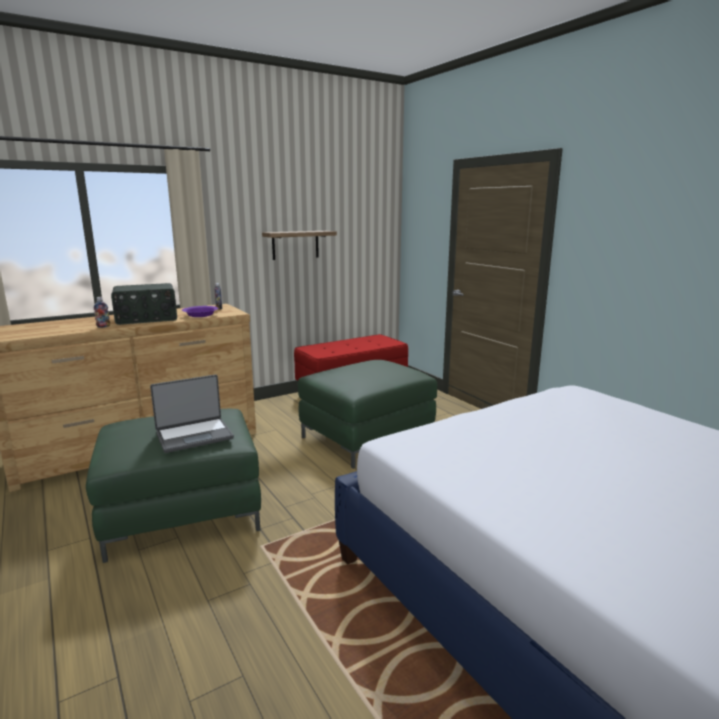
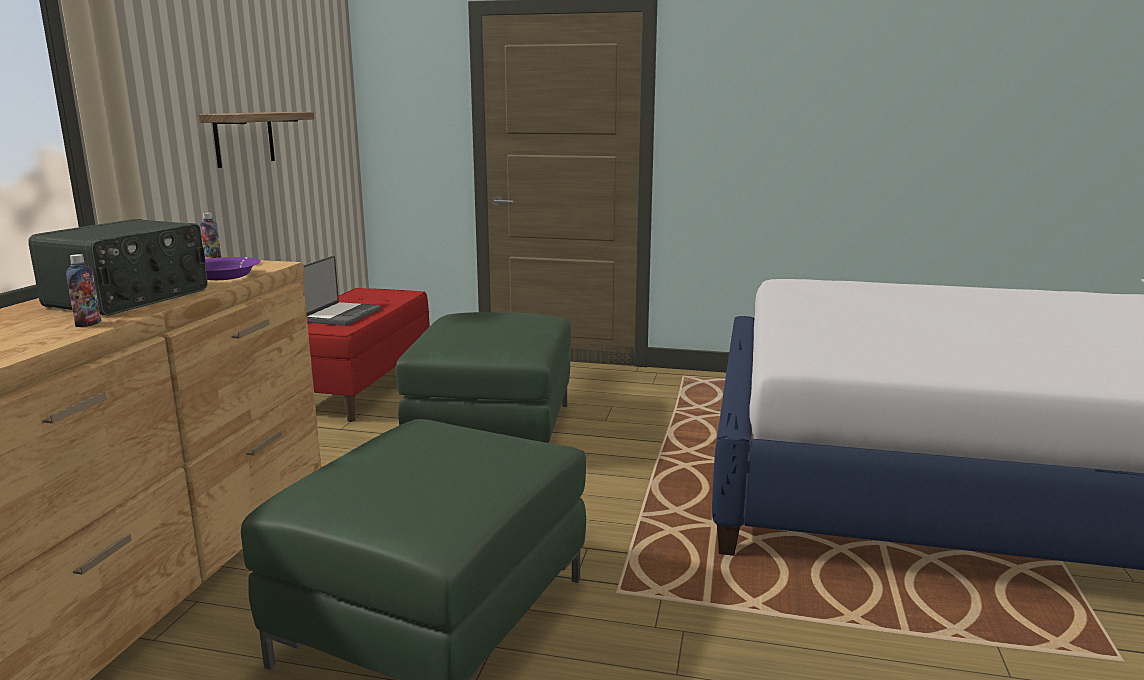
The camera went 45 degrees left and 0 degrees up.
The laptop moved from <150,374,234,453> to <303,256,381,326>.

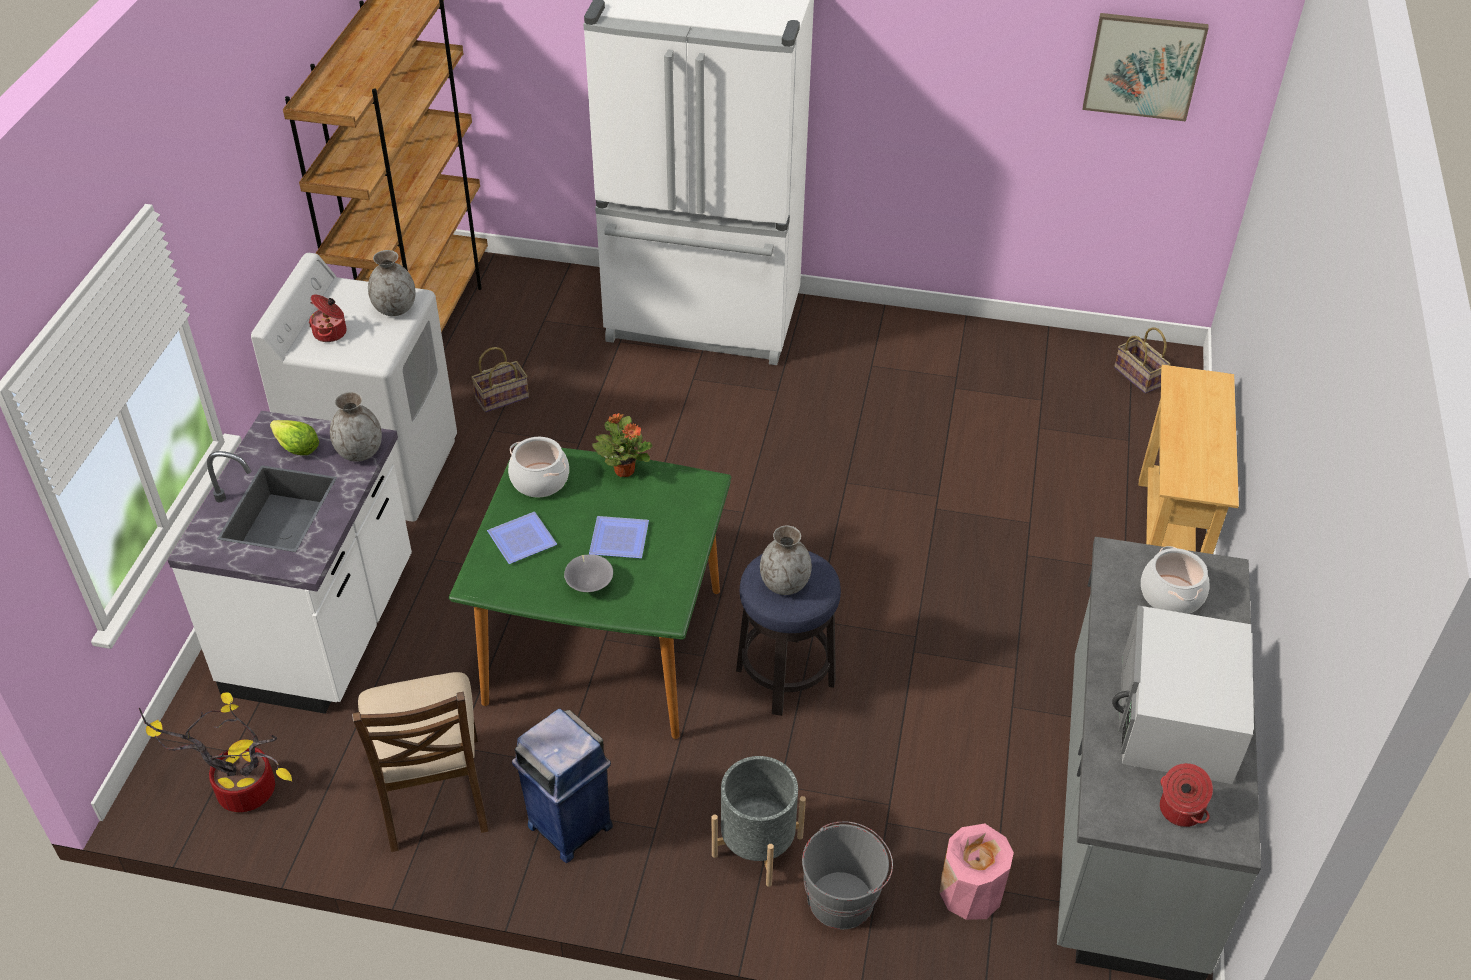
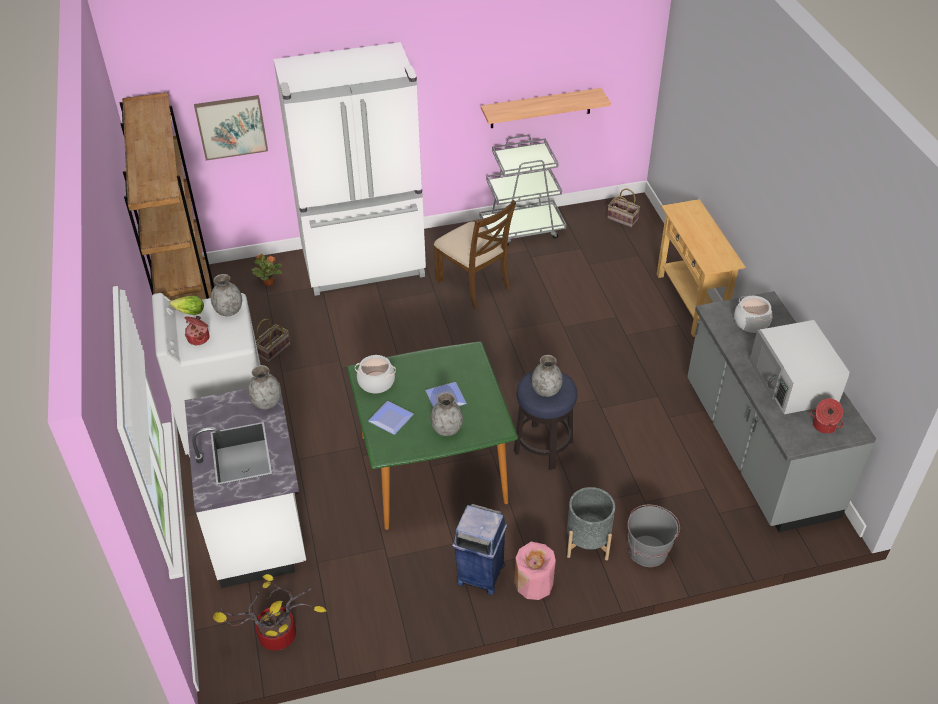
The camera went 25 degrees left and 0 degrees up.
The cart (grey) at <480,135,566,246> appeared.
The shelf at <481,88,611,128> appeared.
The lettuce moved from <270,420,319,455> to <169,296,204,315>.
The chair (brown) moved from <352,672,489,852> to <434,200,516,309>.
The potted plant moved from <592,413,653,477> to <251,254,282,286>.
The vase (pink) moved from <939,824,1014,920> to <514,542,556,600>.
The picture moved from <1082,13,1209,122> to <194,95,268,160>.
The bowl (grey) at <564,554,613,592> was replaced by the vase (grey) at <430,392,463,436>.

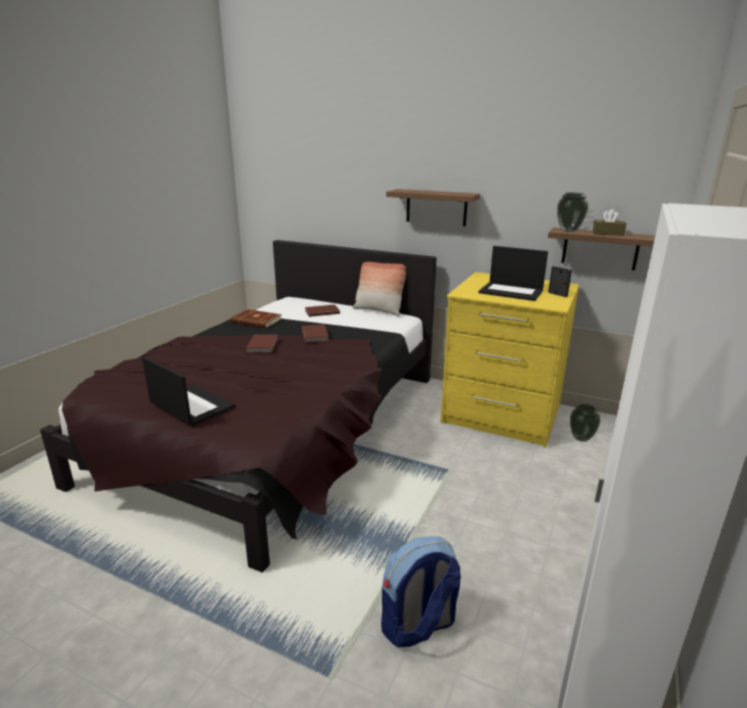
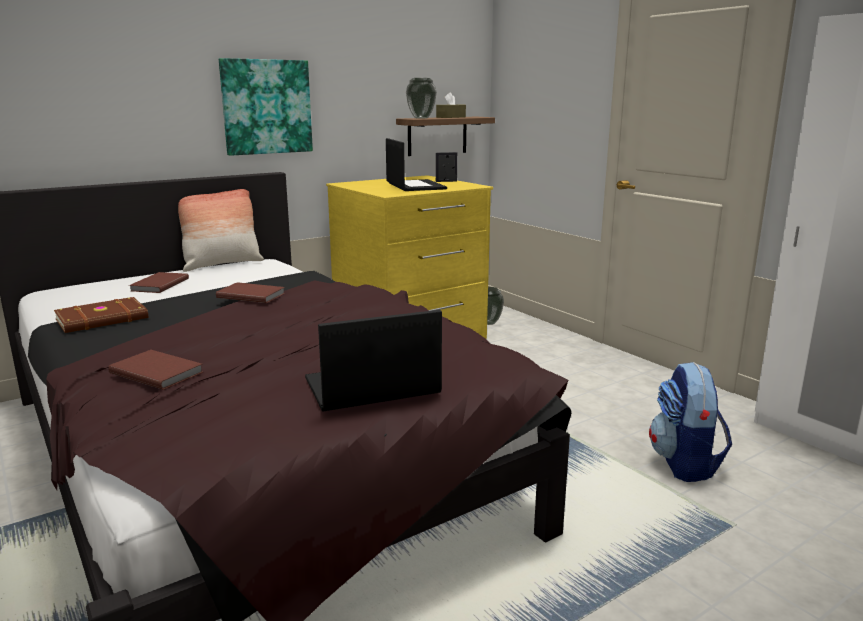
The camera went 60 degrees left and 5 degrees down.
The book (brown) moved from <245,334,278,353> to <108,350,203,390>.
The shelf at <386,189,480,226> was replaced by the picture at <219,58,313,156>.
The laptop at <478,246,548,301> turned 75 degrees counterclockwise.

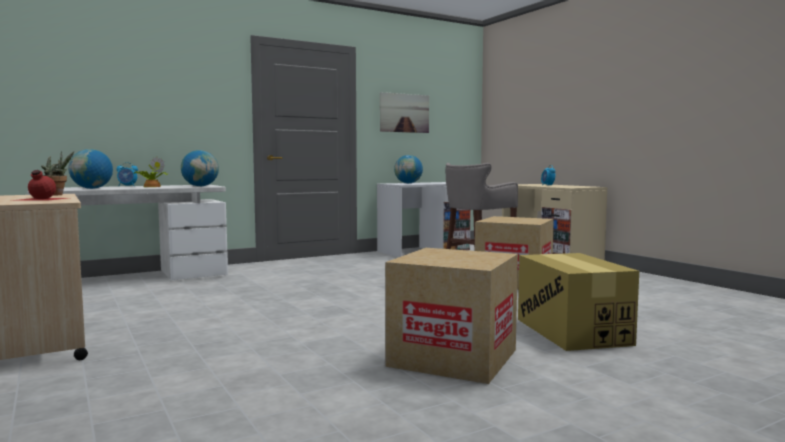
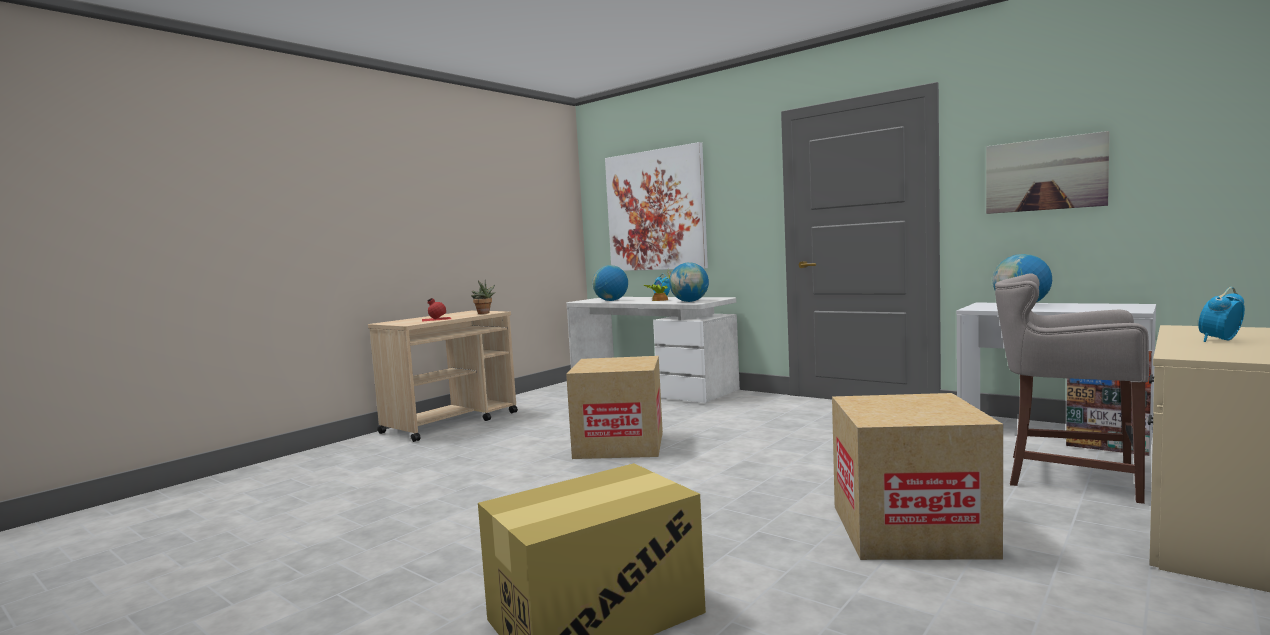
The camera went 70 degrees right and 0 degrees up.
The picture at <605,142,708,271> appeared.
The cardboard box moved from <385,248,518,384> to <566,356,663,459>.

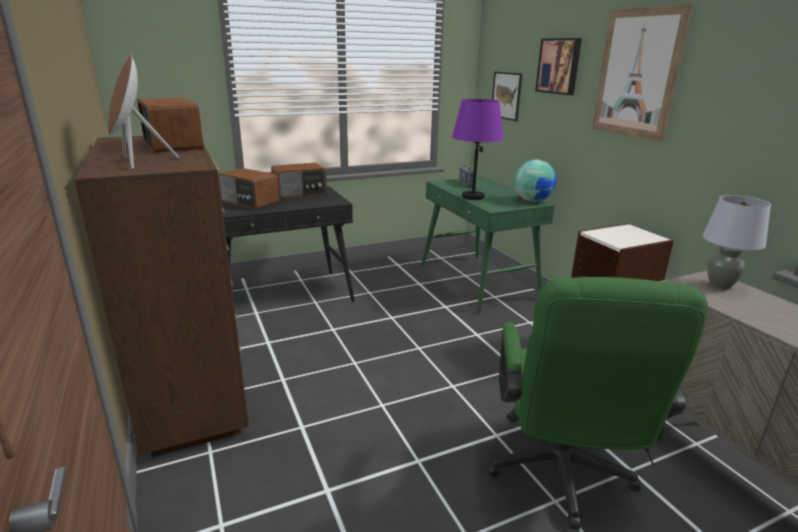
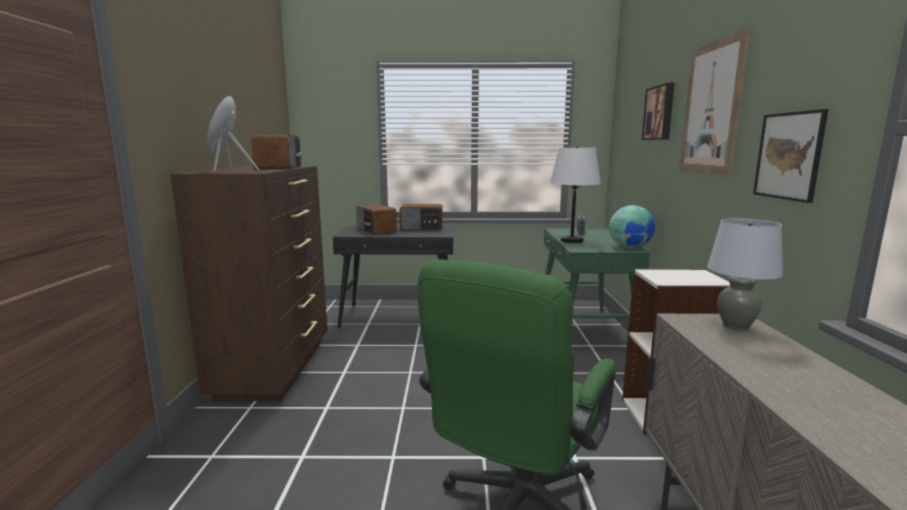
The camera went 25 degrees right and 10 degrees down.
The picture moved from <492,72,522,121> to <753,109,828,203>.
The table lamp (purple) at <452,99,503,200> became the table lamp (white) at <550,146,601,243>.

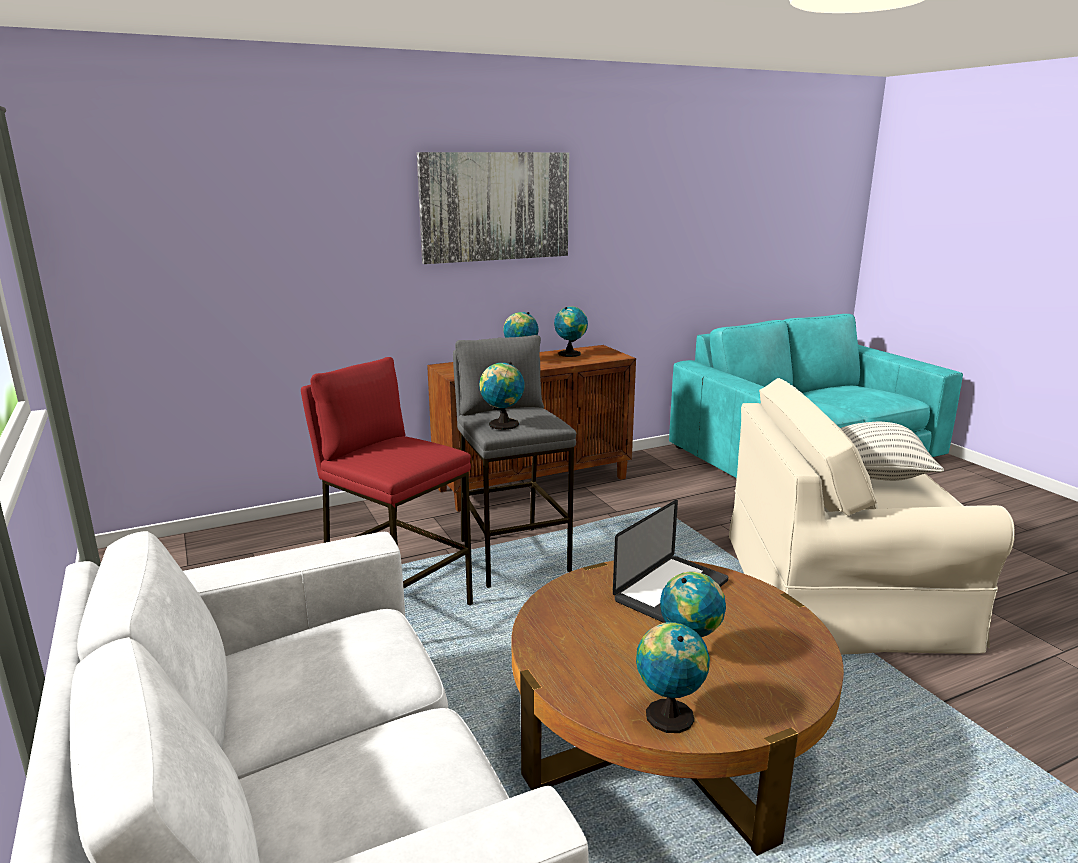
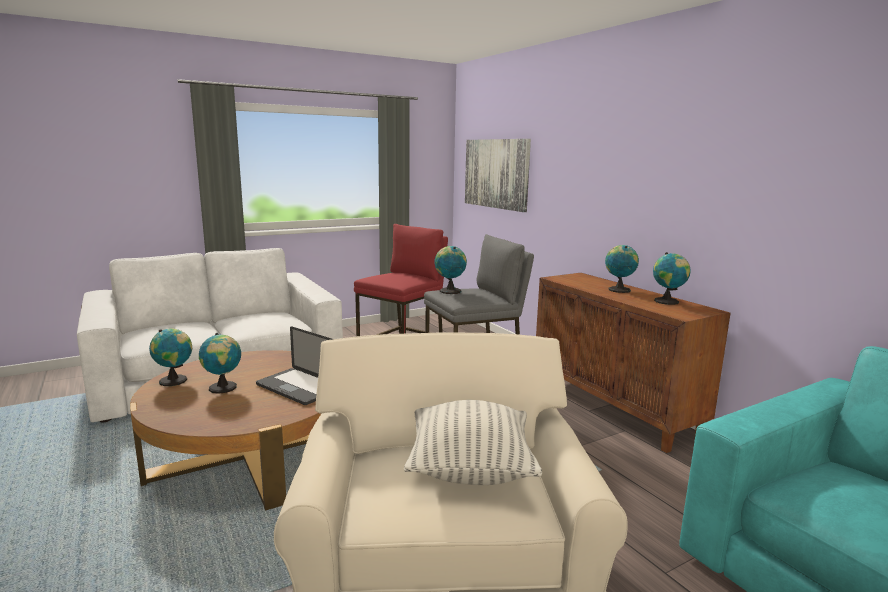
The camera went 85 degrees right and 5 degrees down.
The picture moved from <417,152,569,264> to <465,139,531,212>.

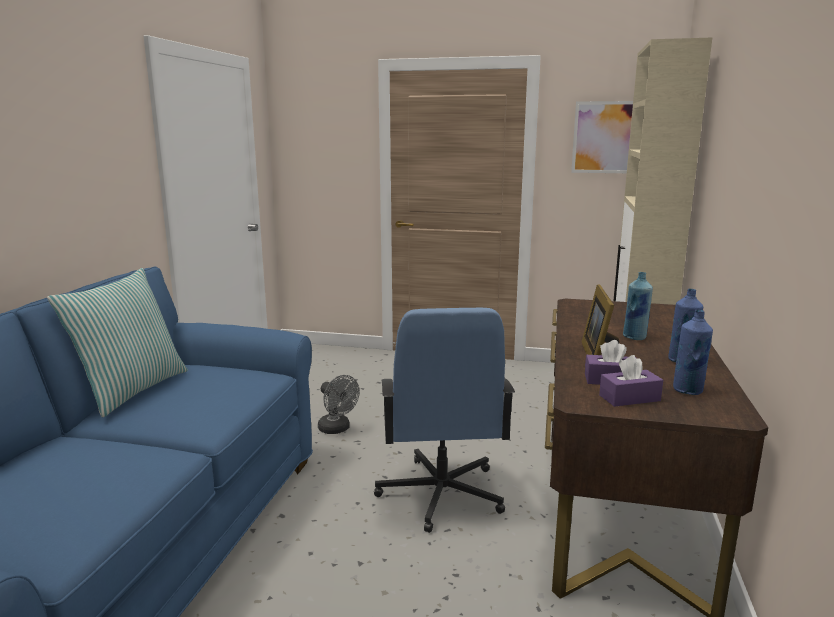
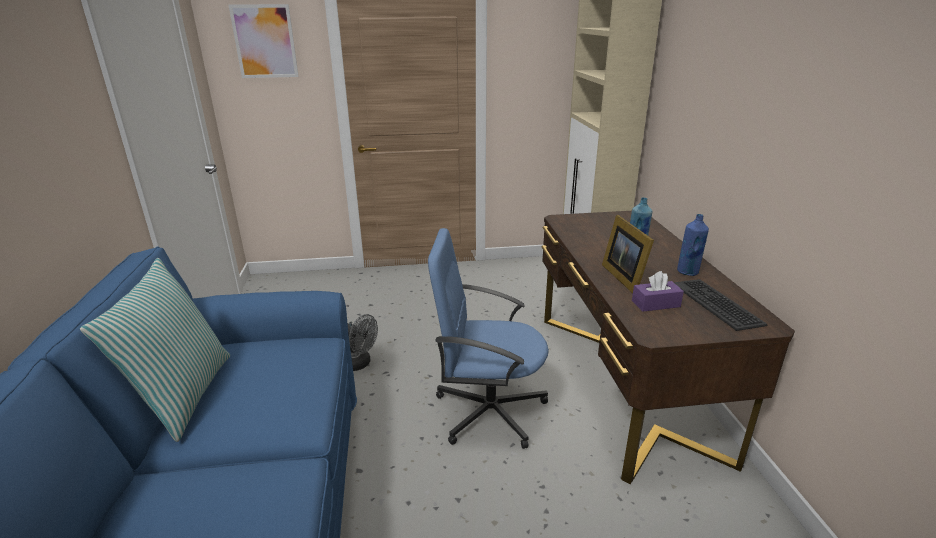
The camera went 20 degrees left and 10 degrees up.
The tissue box (purple) at <599,355,663,407> disappeared.
The picture moved from <571,101,633,173> to <229,4,299,78>.
The bottle (blue) at <673,310,713,395> was replaced by the keyboard at <673,279,767,331>.
The office chair (blue) at <374,308,515,533> turned 120 degrees clockwise.

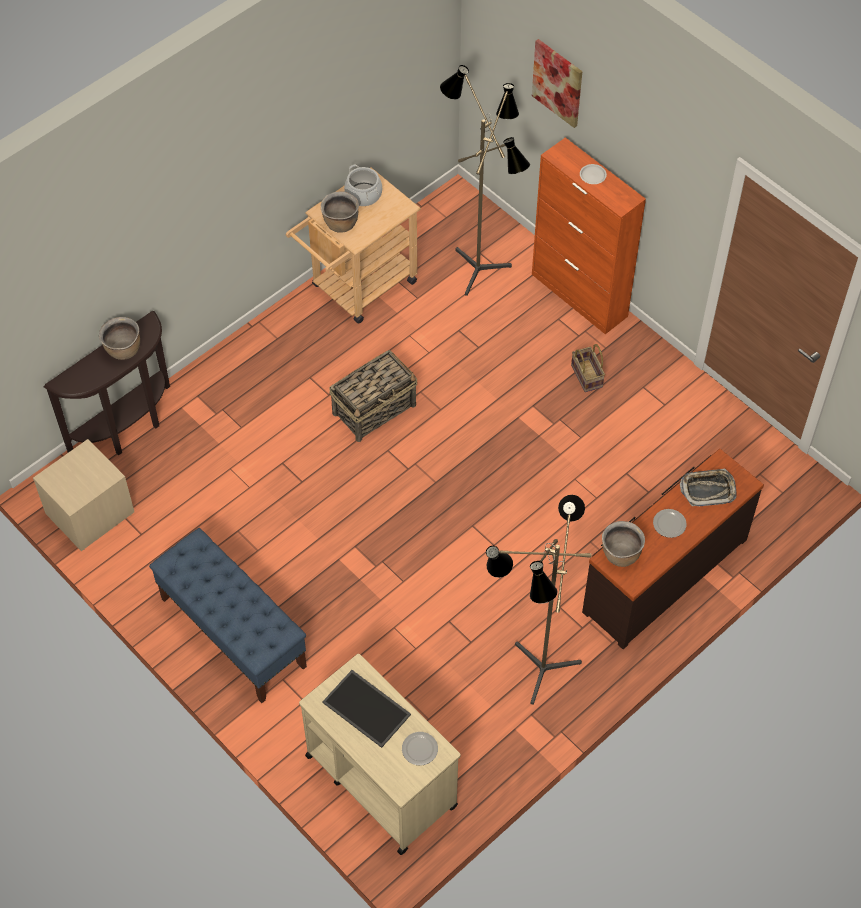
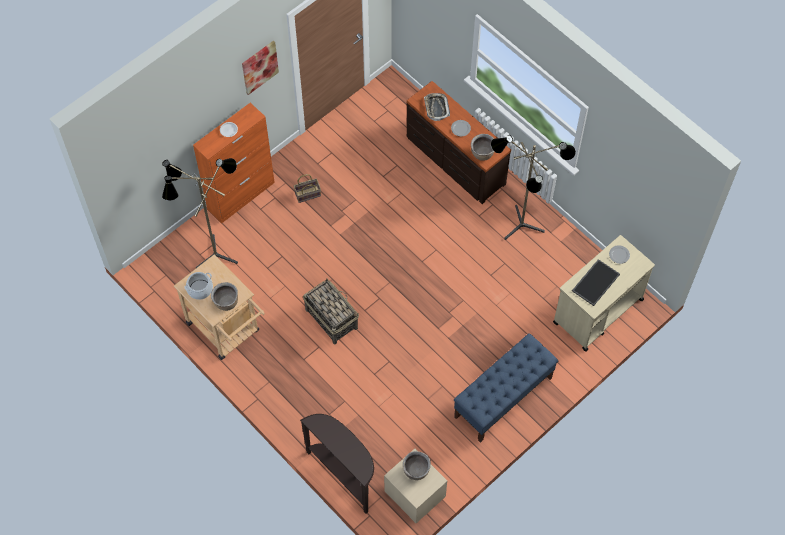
The camera went 90 degrees left and 5 degrees up.
The cooking pot (brown) moved from <99,317,140,360> to <403,451,431,480>.
The picture moved from <532,39,582,128> to <242,41,279,95>.

